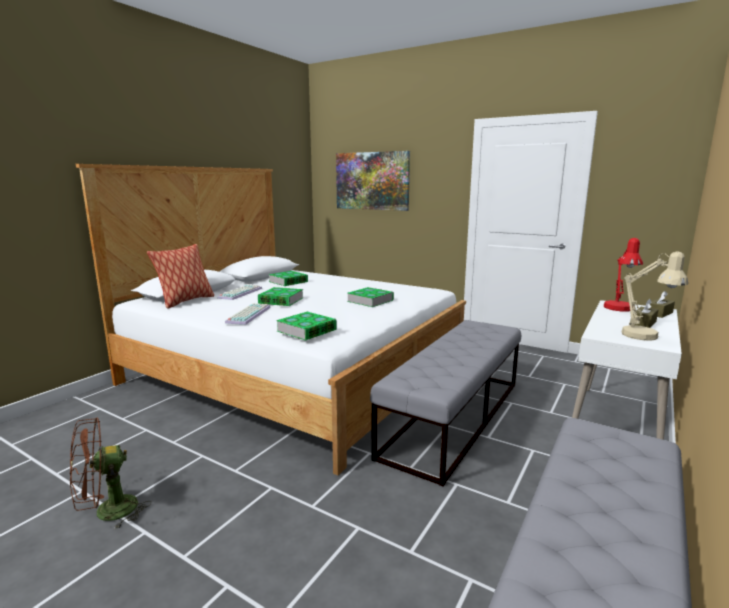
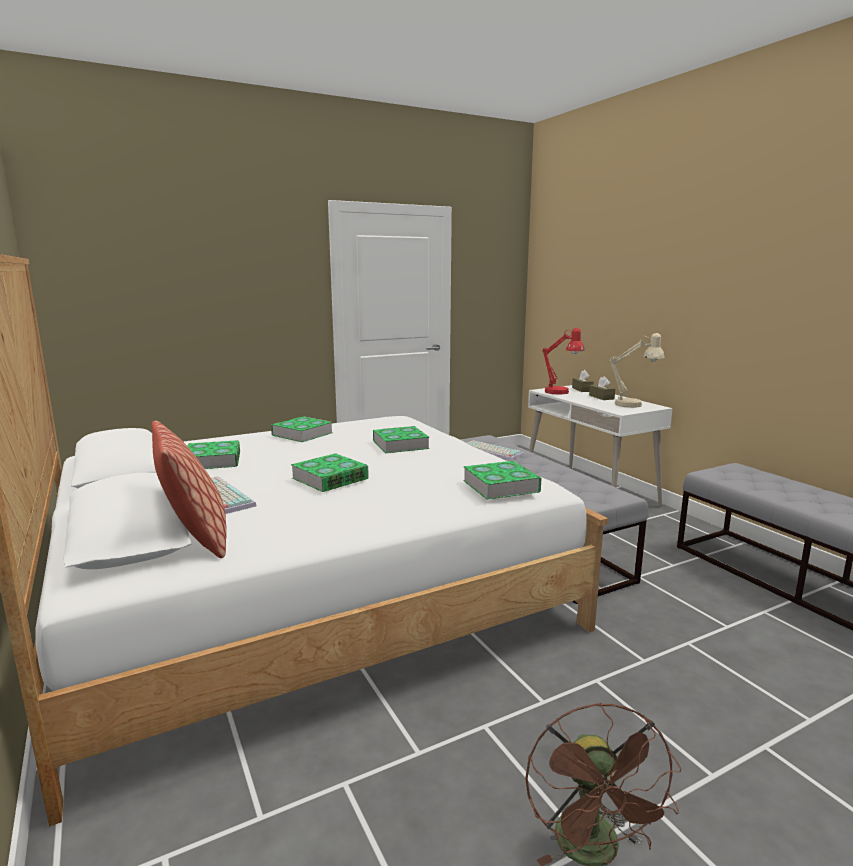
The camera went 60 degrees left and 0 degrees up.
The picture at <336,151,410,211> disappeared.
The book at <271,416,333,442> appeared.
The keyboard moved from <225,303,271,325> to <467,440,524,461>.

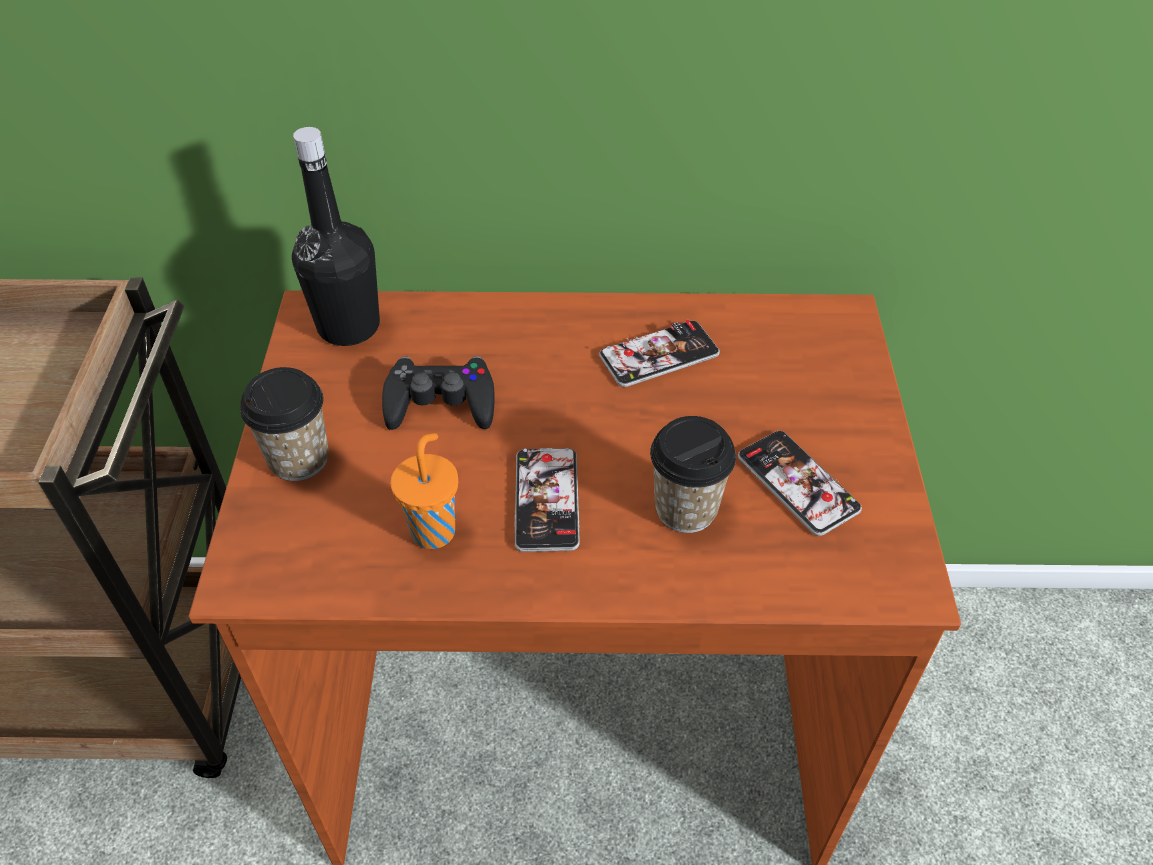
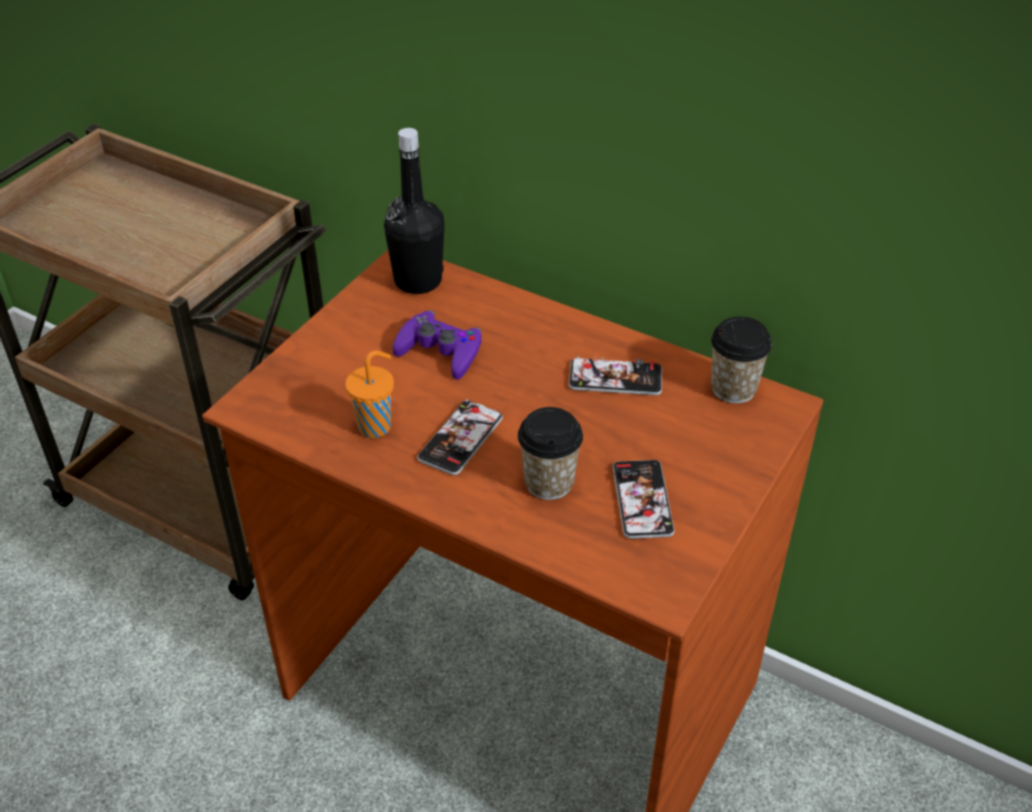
The camera went 30 degrees right and 5 degrees down.
The cup moved from <240,367,329,481> to <711,316,772,403>.
The game controller (black) at <382,356,495,430> became the game controller (purple) at <393,310,481,380>.

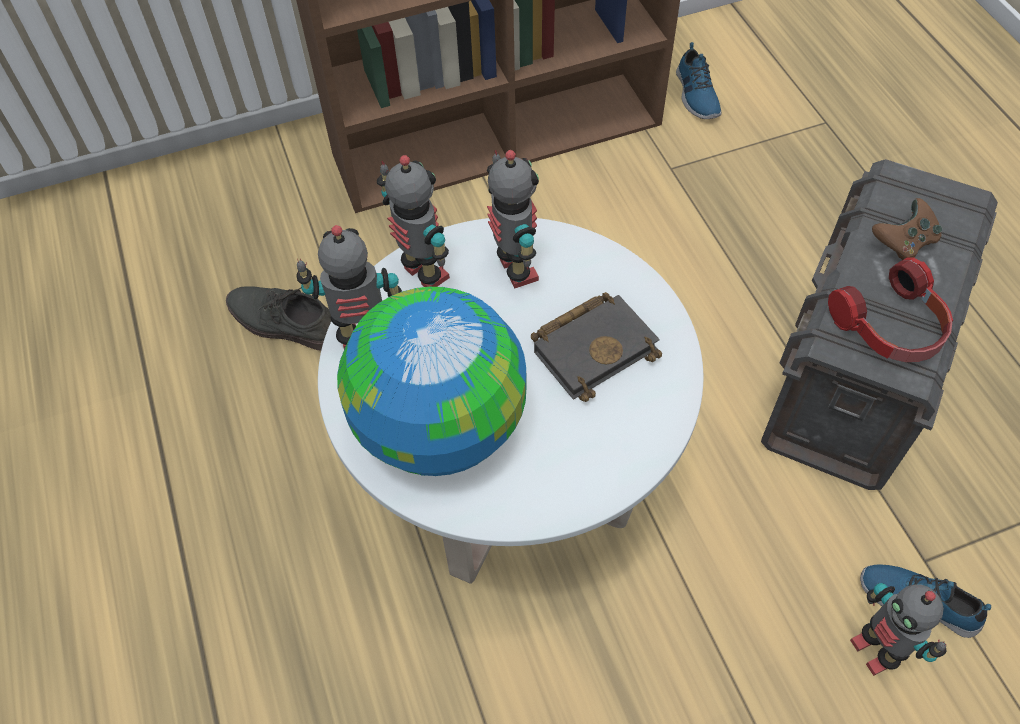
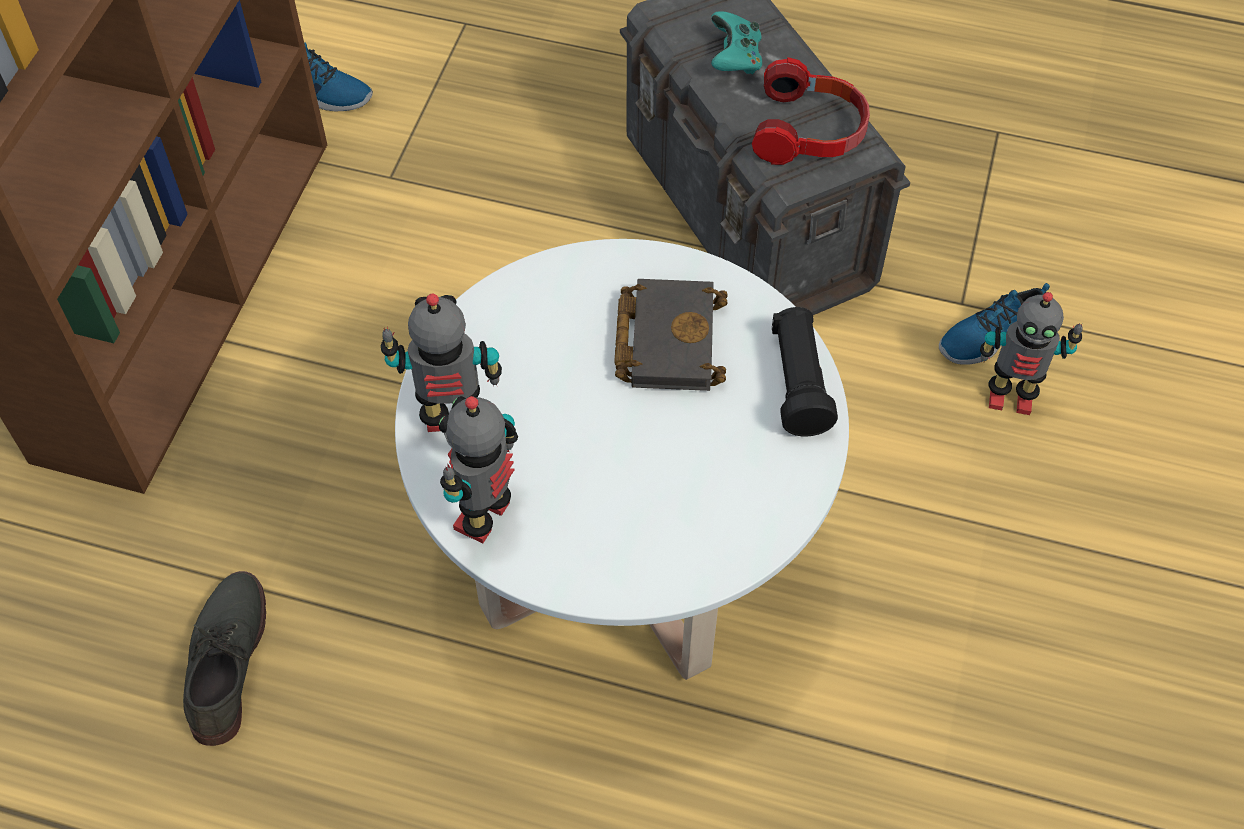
The camera went 55 degrees left and 0 degrees up.
The globe at <337,287,527,476> disappeared.
The toy robot at <487,150,539,289> disappeared.
The flashlight (black) at <772,307,838,436> appeared.
The game controller (brown) at <872,198,942,260> became the game controller (turquoise) at <711,11,762,74>.
The shoe (grey) at <226,286,331,351> turned 120 degrees clockwise.

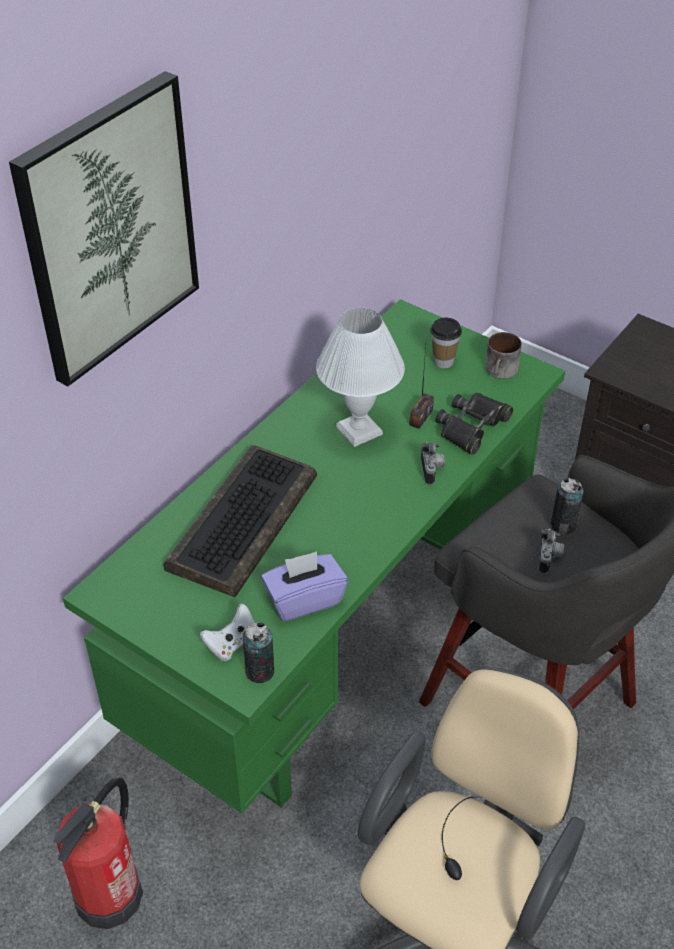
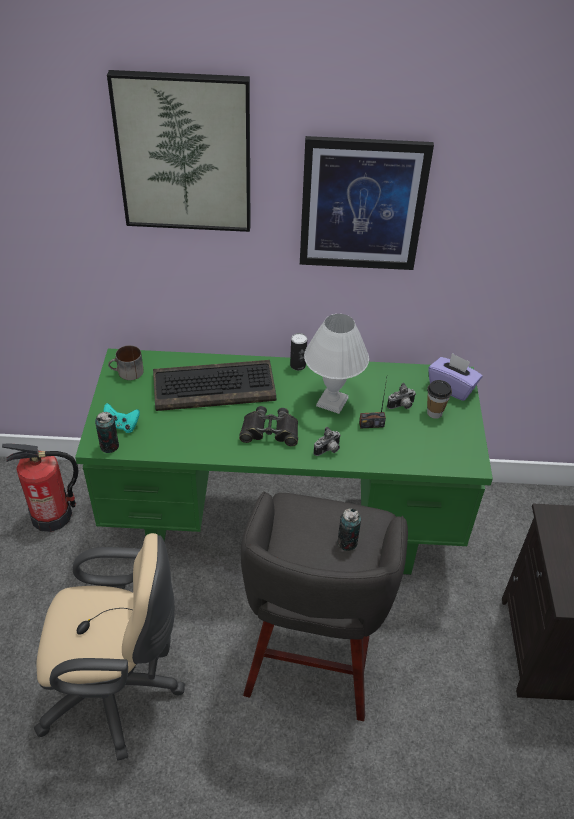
The camera went 55 degrees right and 0 degrees up.
The can at <290,333,307,370> appeared.
The picture at <300,136,434,270> appeared.
The tissue box (purple) moved from <261,551,348,621> to <428,353,483,401>.
The binoculars (black) moved from <435,393,513,455> to <239,406,298,446>.
The mug moved from <485,332,522,379> to <108,345,144,380>.
The photo camera moved from <539,528,564,574> to <387,383,416,409>.
The game controller (white) at <200,604,254,661> became the game controller (turquoise) at <104,403,140,433>.

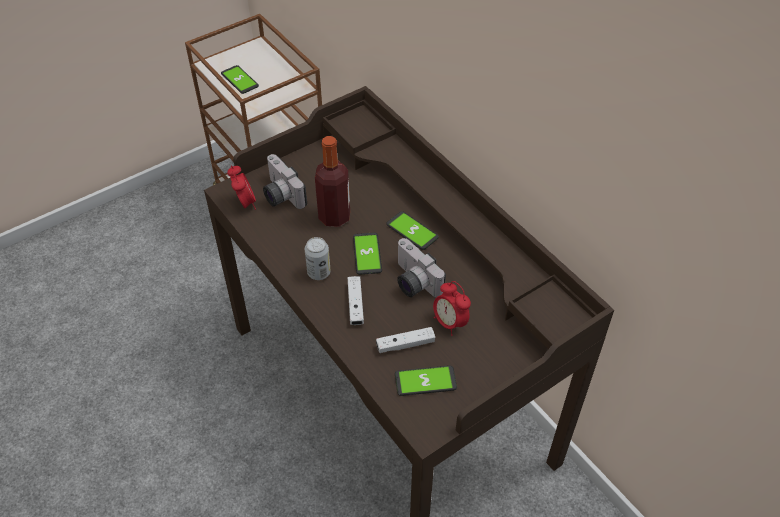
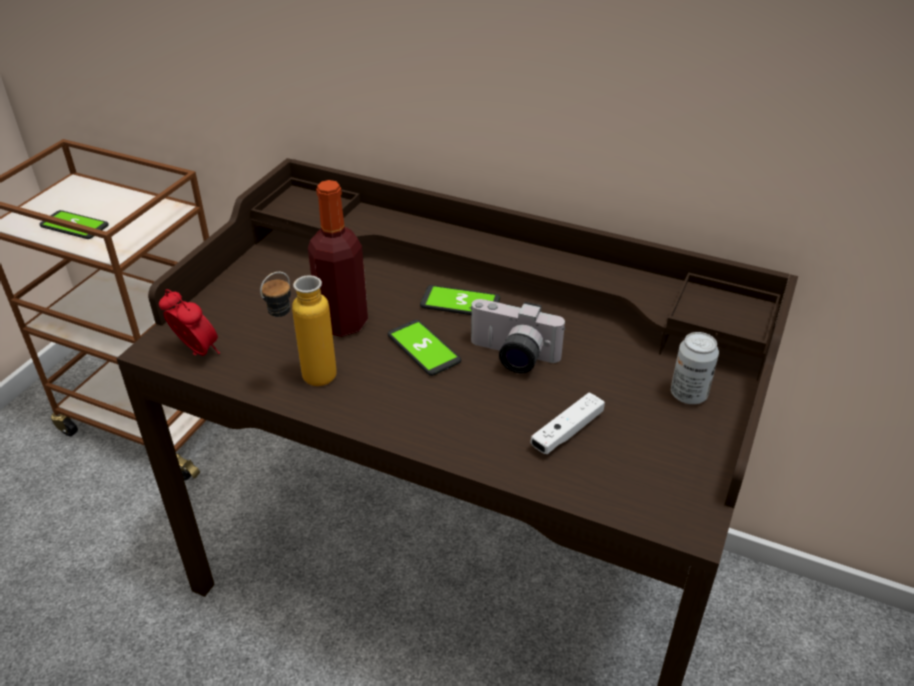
The camera went 30 degrees left and 10 degrees down.
The photo camera at <263,154,307,209> disappeared.
The game controller (white) at <347,276,364,325> disappeared.
The phone at <395,366,457,396> disappeared.
The alarm clock at <433,281,471,336> disappeared.
The bottle at <260,272,337,386> appeared.
The can moved from <305,237,330,280> to <671,332,719,404>.

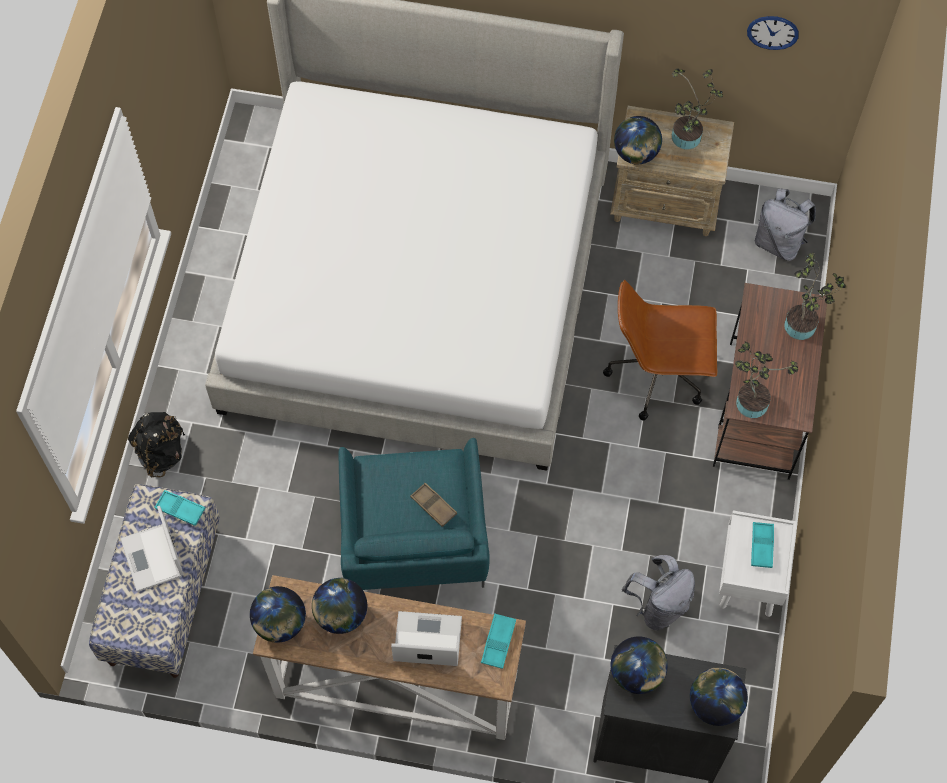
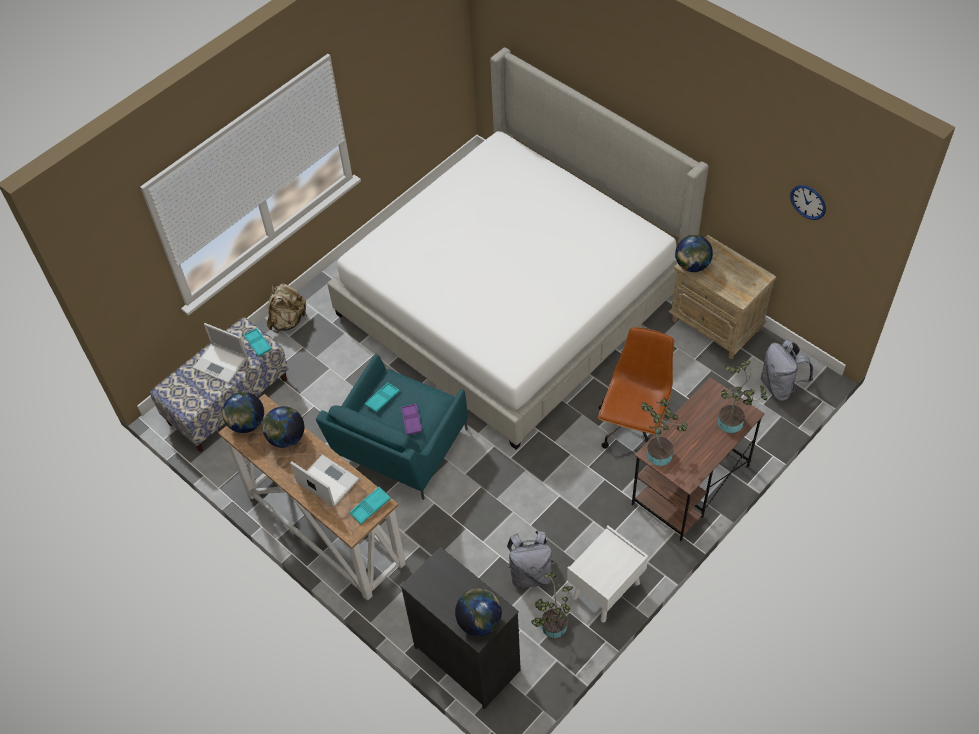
The camera went 35 degrees right and 10 degrees down.
The globe at <611,636,668,694> disappeared.
The potted plant moved from <672,68,723,149> to <531,572,573,638>.
The tray (turquoise) moved from <751,522,774,568> to <365,382,400,412>.
The backpack (black) at <128,412,185,478> became the backpack (beige) at <267,284,306,333>.
The tray (brown) at <410,483,457,527> became the tray (purple) at <401,403,422,435>.
The laptop at <120,506,184,592> turned 75 degrees counterclockwise.
The office chair (brown) at <603,280,717,421> turned 75 degrees clockwise.

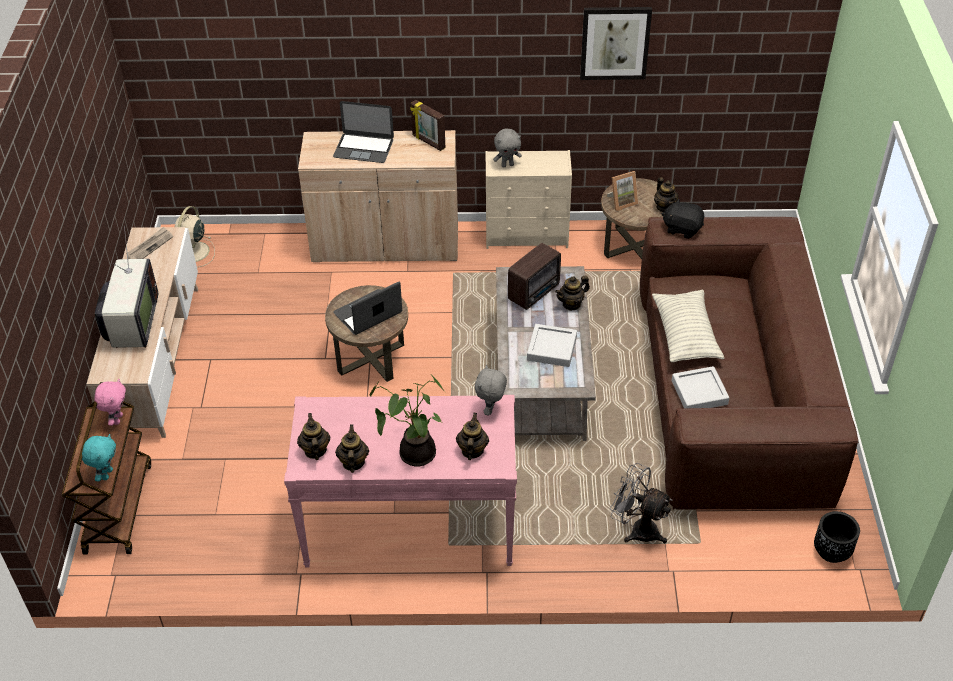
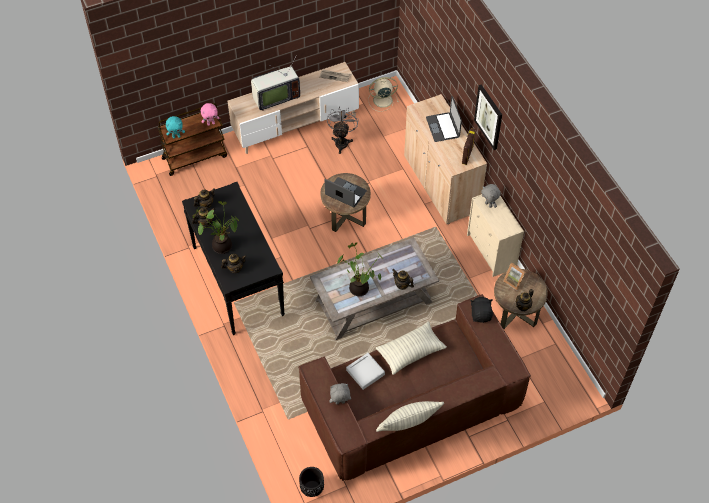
The camera went 65 degrees right and 10 degrees up.
The radio at <508,243,561,310> disappeared.
The pillow at <376,401,444,432> appeared.
The plush toy (grey) moved from <475,365,507,415> to <329,383,351,405>.
The picture moved from <580,7,652,80> to <474,84,502,150>.
The fan (grey) moved from <610,463,673,543> to <327,106,358,154>.
The tray (grey) at <527,324,577,367> was replaced by the potted plant at <337,242,383,296>.
The console table (pink) at <284,395,517,568> became the console table (black) at <182,182,285,335>.

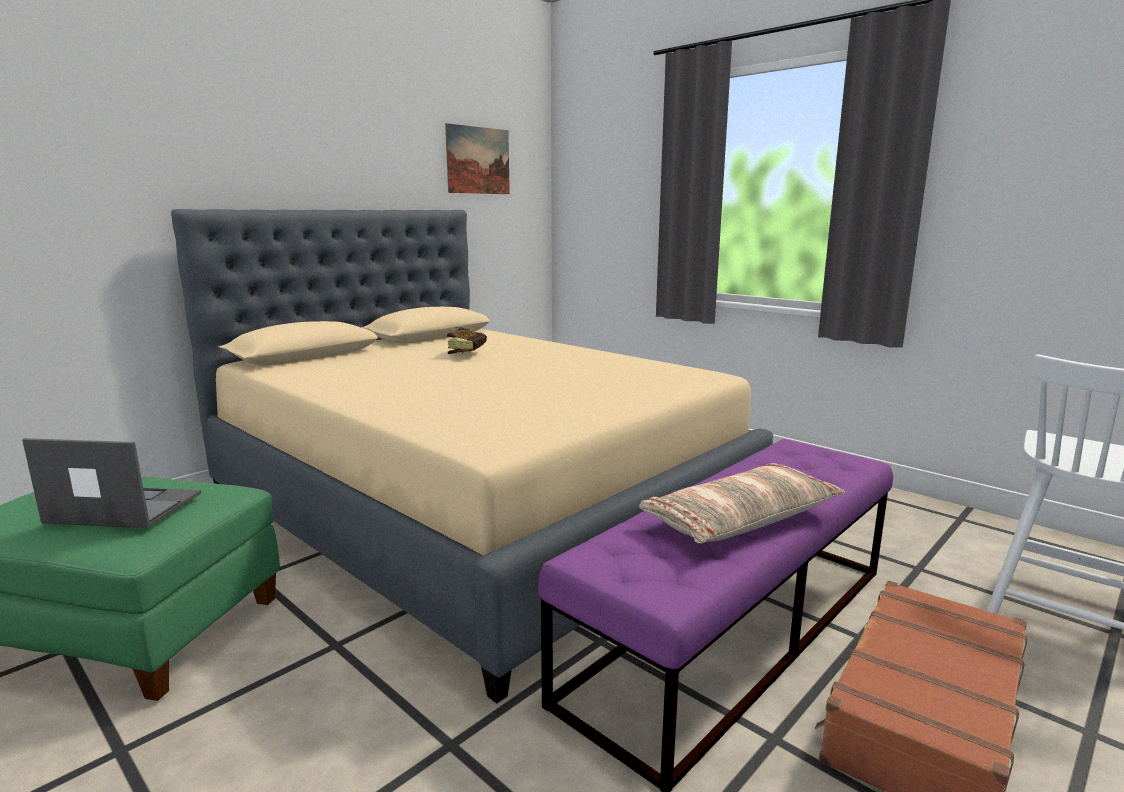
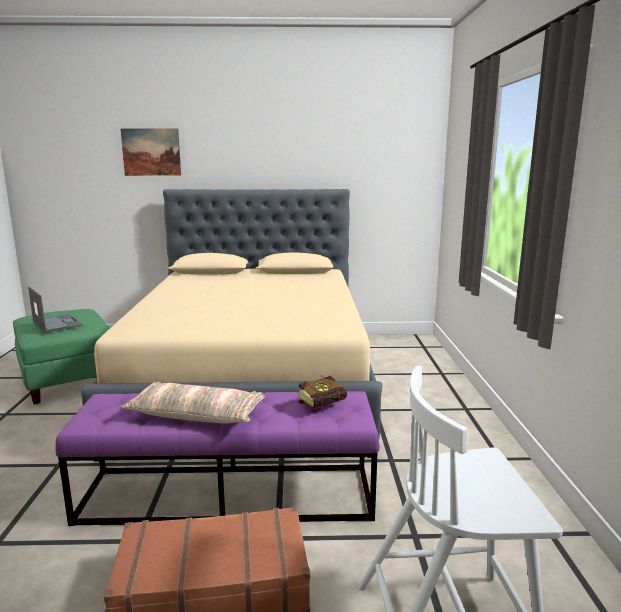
The camera went 45 degrees right and 0 degrees up.
The picture moved from <445,123,510,194> to <120,128,181,176>.
The book moved from <447,327,487,354> to <299,375,347,409>.

